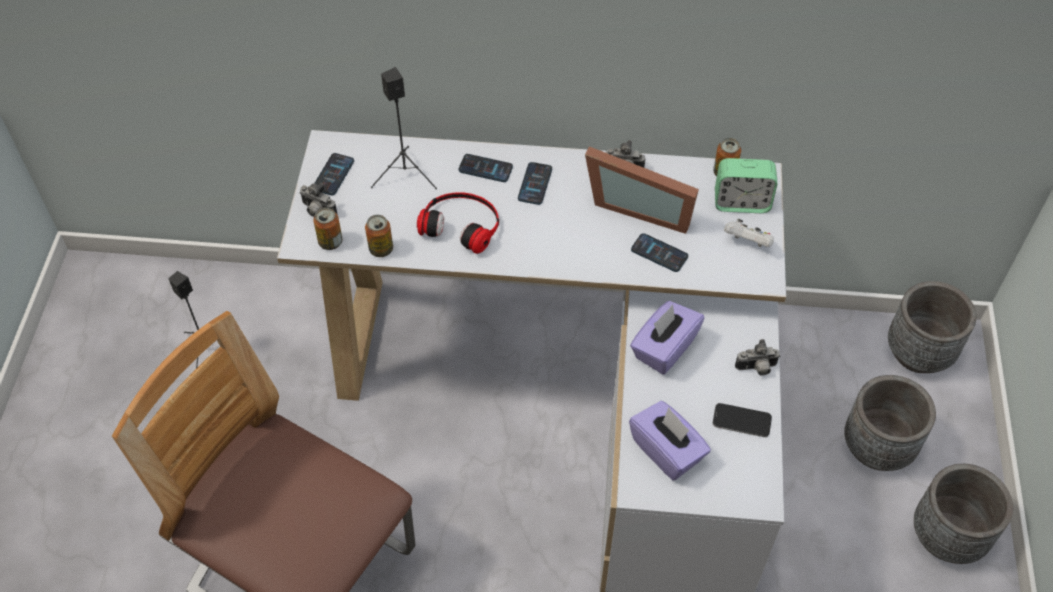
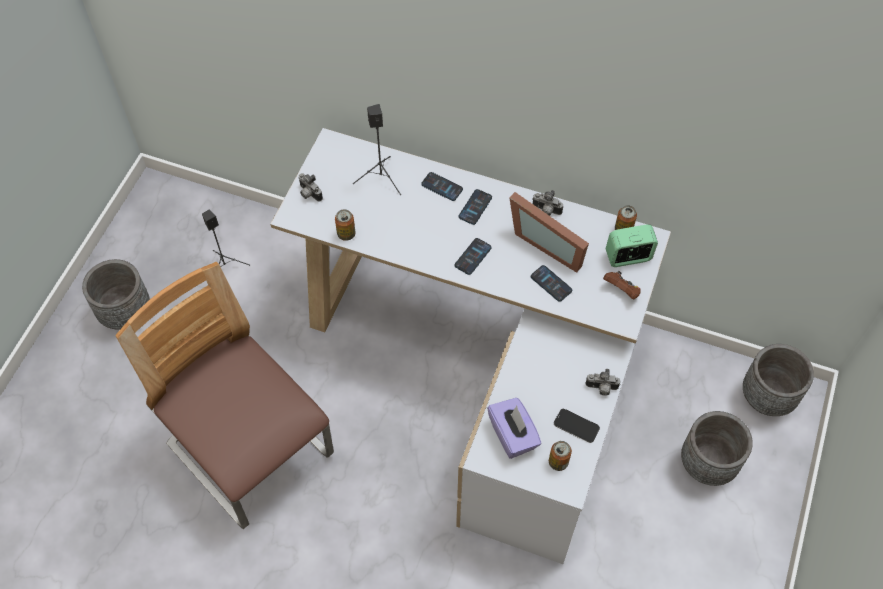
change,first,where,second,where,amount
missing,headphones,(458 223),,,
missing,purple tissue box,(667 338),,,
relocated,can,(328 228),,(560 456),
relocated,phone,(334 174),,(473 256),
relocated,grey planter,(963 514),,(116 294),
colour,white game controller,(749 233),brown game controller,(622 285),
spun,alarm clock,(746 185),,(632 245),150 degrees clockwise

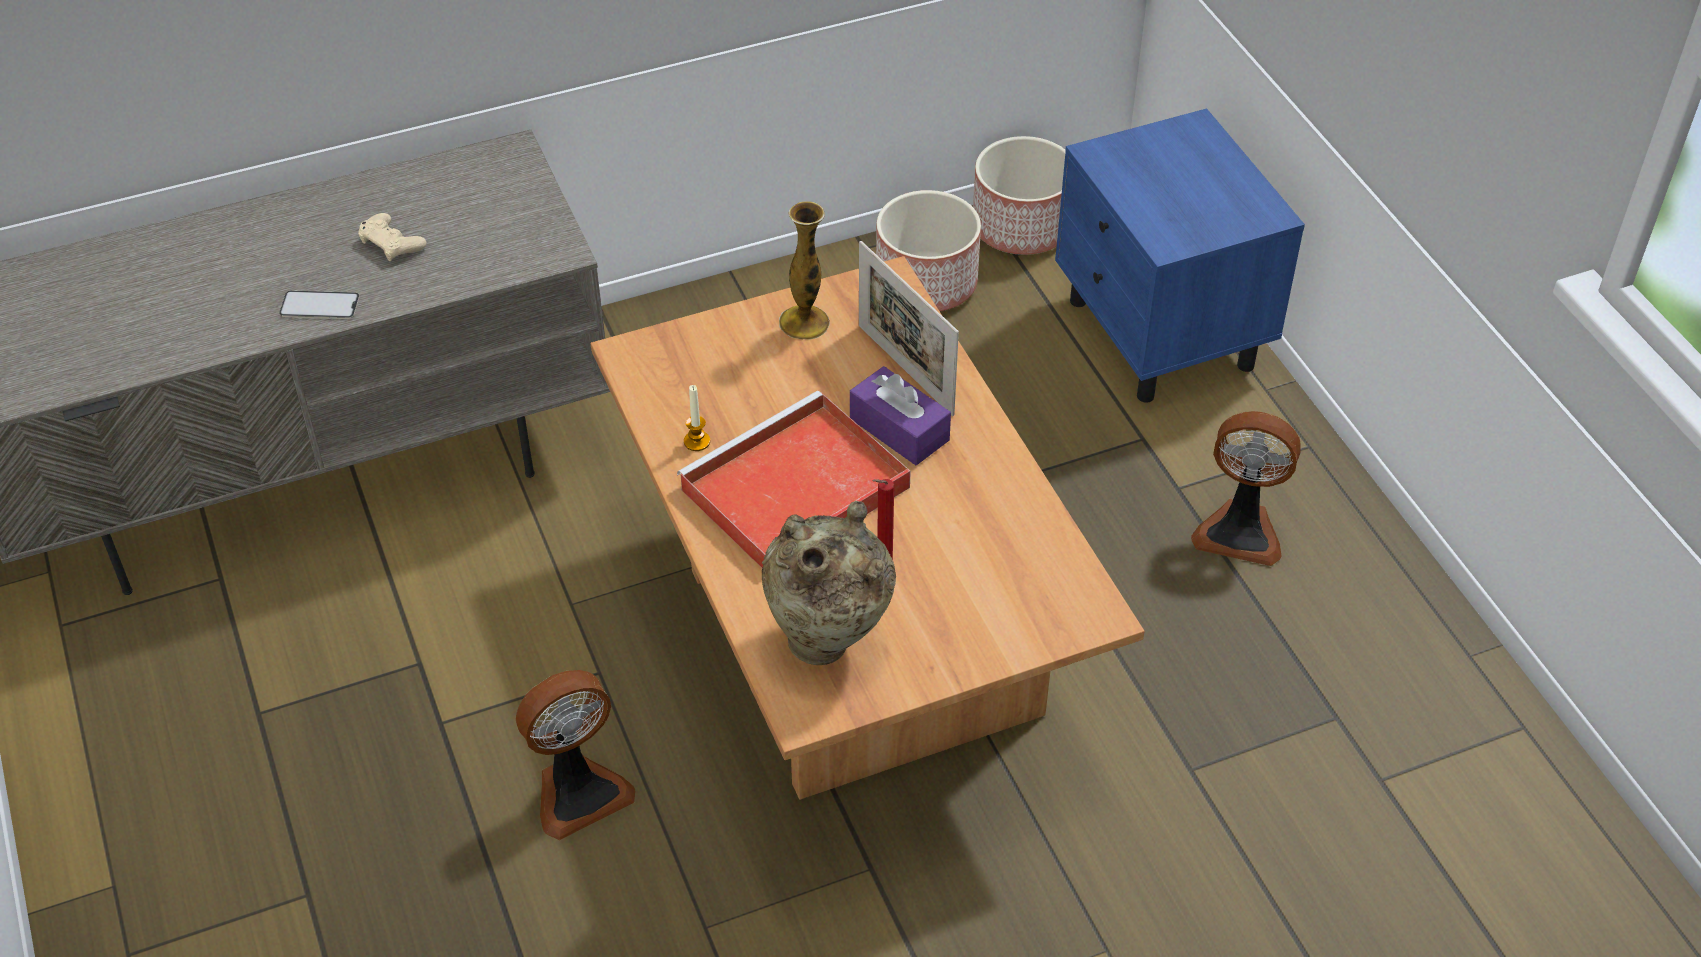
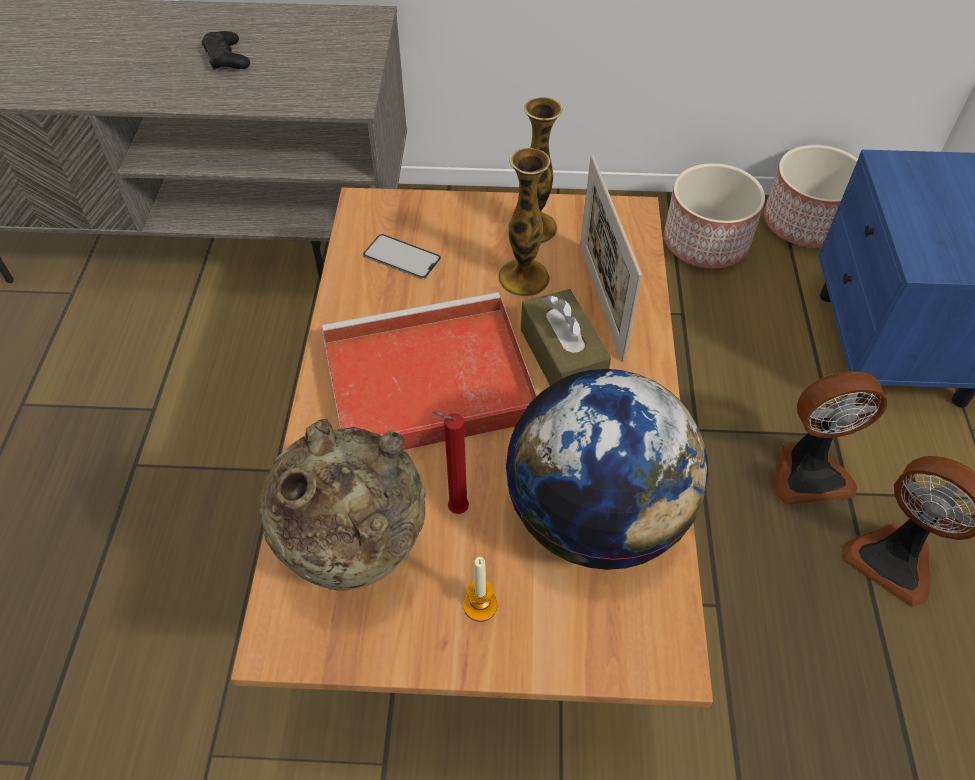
change,first,where,second,where,amount
appeared,,,vase,(524 222),
appeared,,,globe,(606 469),
relocated,phone,(319 305),,(402 256),
relocated,fan,(576 755),,(830 438),
relocated,candle,(697 418),,(480 589),
colour,beige game controller,(392 237),black game controller,(225 50),
colour,purple tissue box,(900 415),brown tissue box,(566 337),

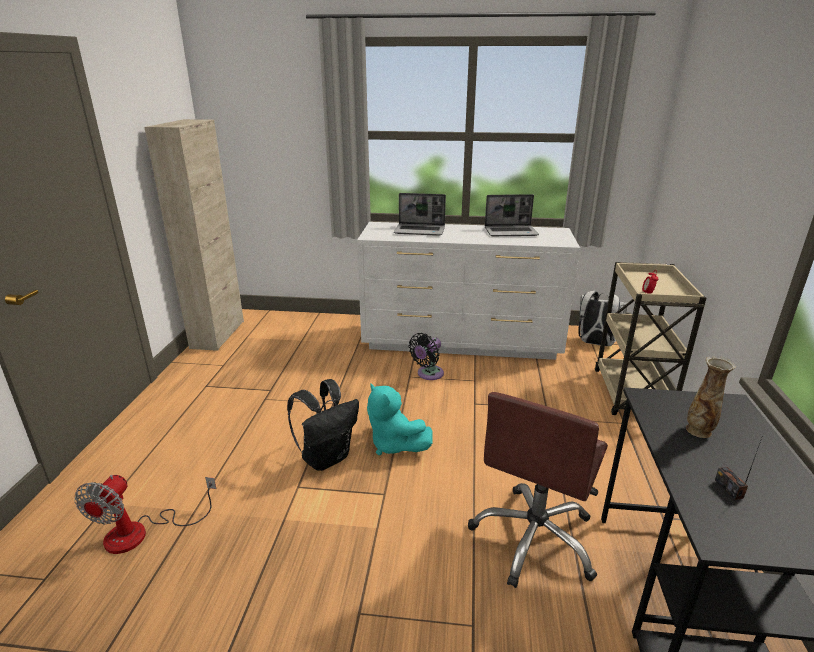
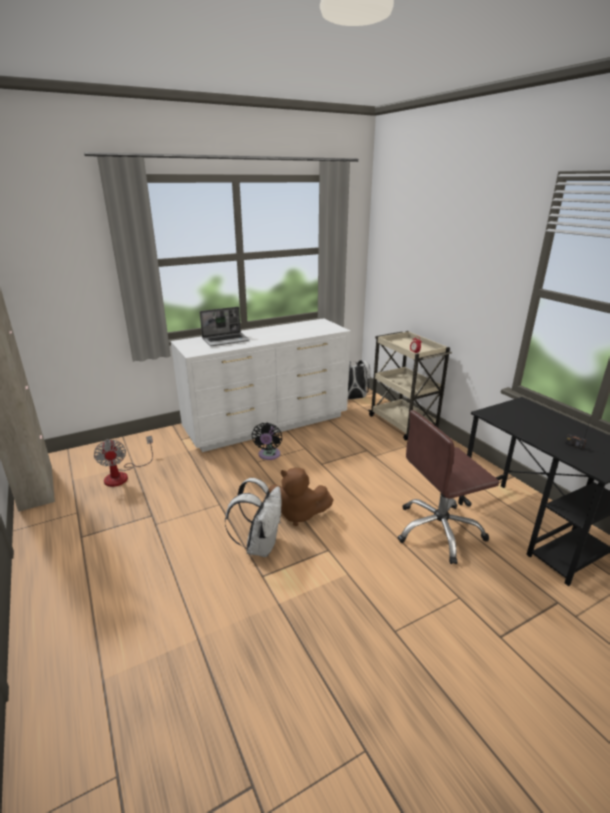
change,first,where,second,where,amount
missing,laptop,(512 215),,,
missing,vase,(711 397),,,
relocated,fan,(145 514),,(123 461),
colour,black backpack,(323 425),white backpack,(253 517),
colour,turquoise plush toy,(399 419),brown plush toy,(301 497),
spun,brown office chair,(538 490),,(448 487),75 degrees clockwise

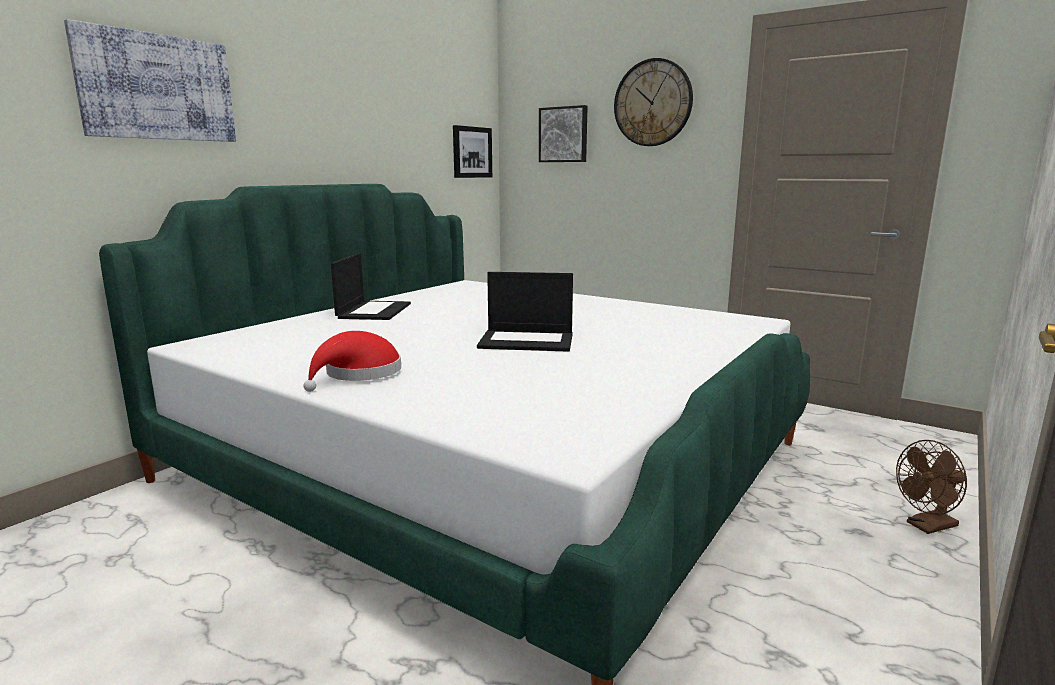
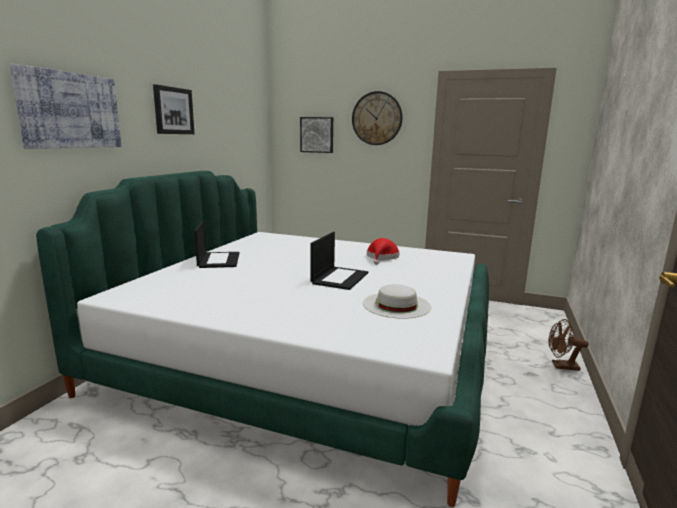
change,first,where,second,where,amount
appeared,,,white hat,(397 301),
relocated,red hat,(352 361),,(383 251),
relocated,picture,(472 151),,(174 109),
spun,laptop,(525 312),,(339 261),60 degrees counterclockwise
spun,brown fan,(931 487),,(568 345),45 degrees clockwise

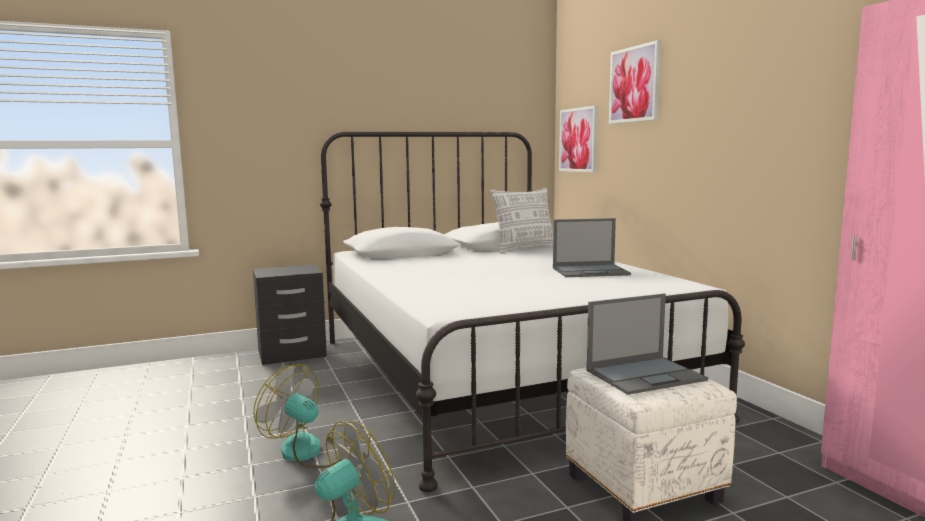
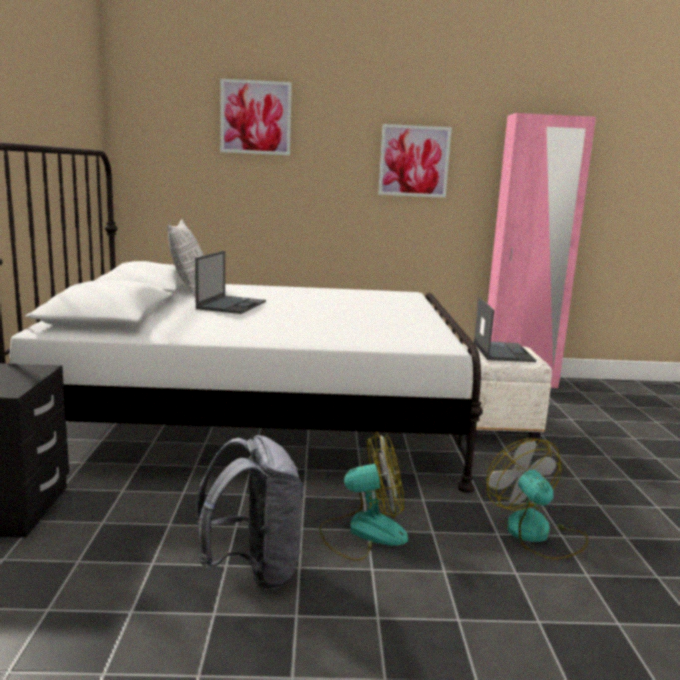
change,first,where,second,where,amount
appeared,,,grey backpack,(249 512),
relocated,laptop,(592 247),,(230 282),
relocated,picture,(578 139),,(415 161),
spun,fan,(303 416),,(363 496),150 degrees counterclockwise

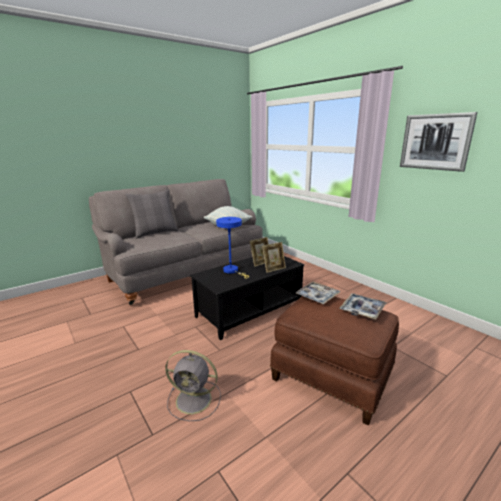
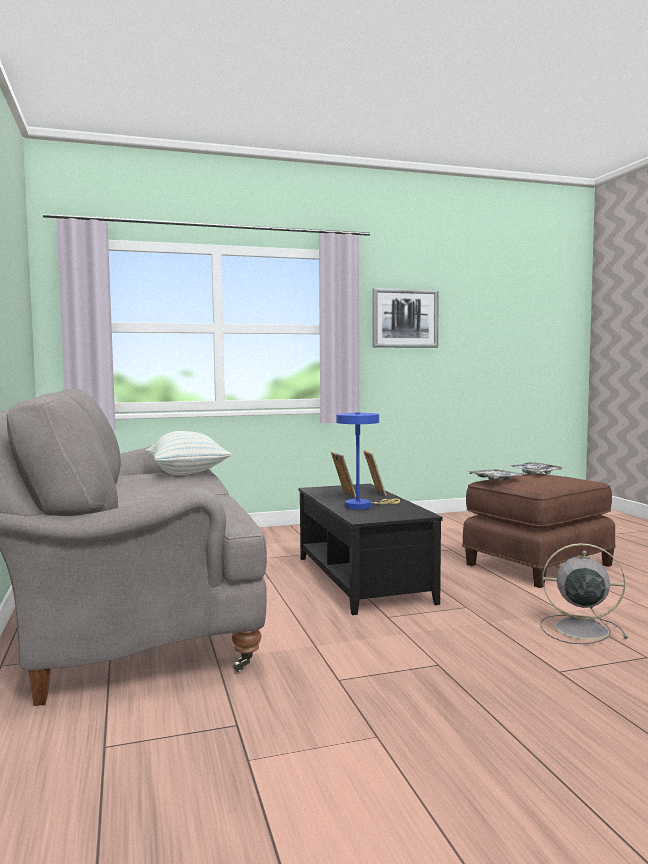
change,first,where,second,where,amount
missing,grey pillow,(151 214),,,
spun,grey fan,(193 385),,(584 593),105 degrees counterclockwise

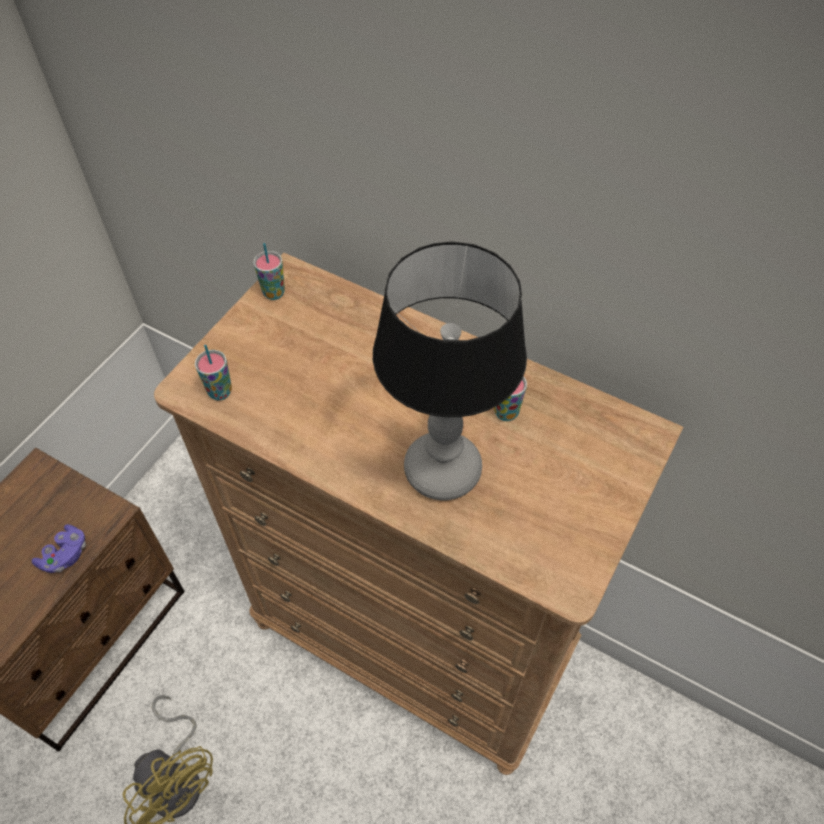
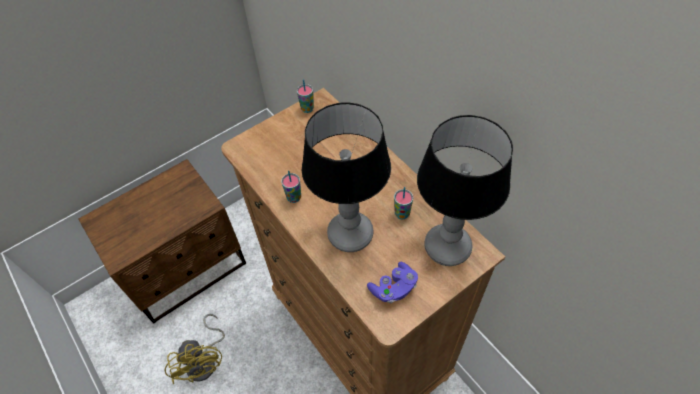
change,first,where,second,where,amount
appeared,,,table lamp,(465 190),
relocated,purple game controller,(59 548),,(392 283),
relocated,cup,(213 372),,(291 187),

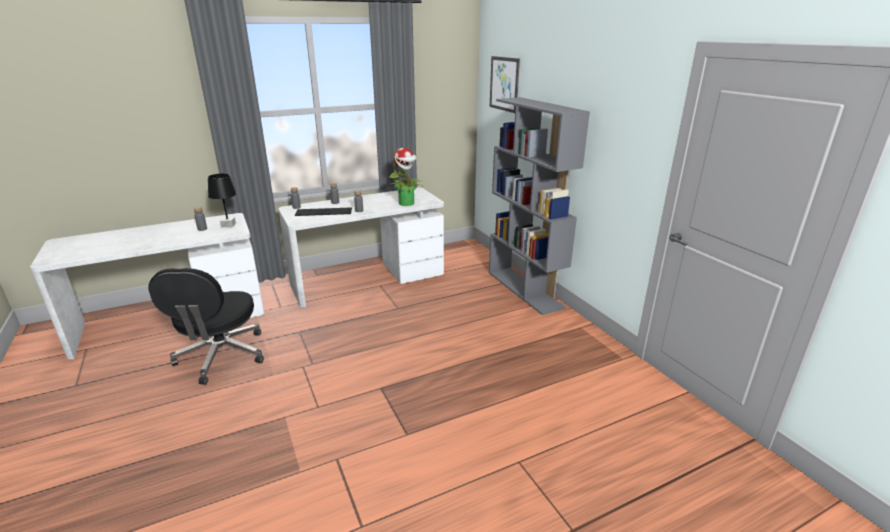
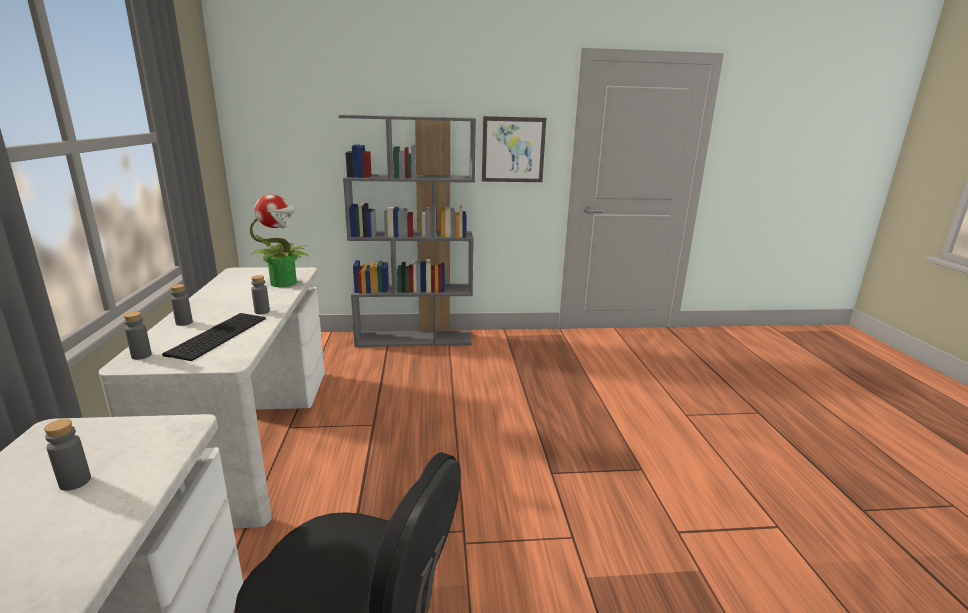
change,first,where,second,where,amount
missing,black table lamp,(222 200),,,
relocated,picture,(505 84),,(514 149),

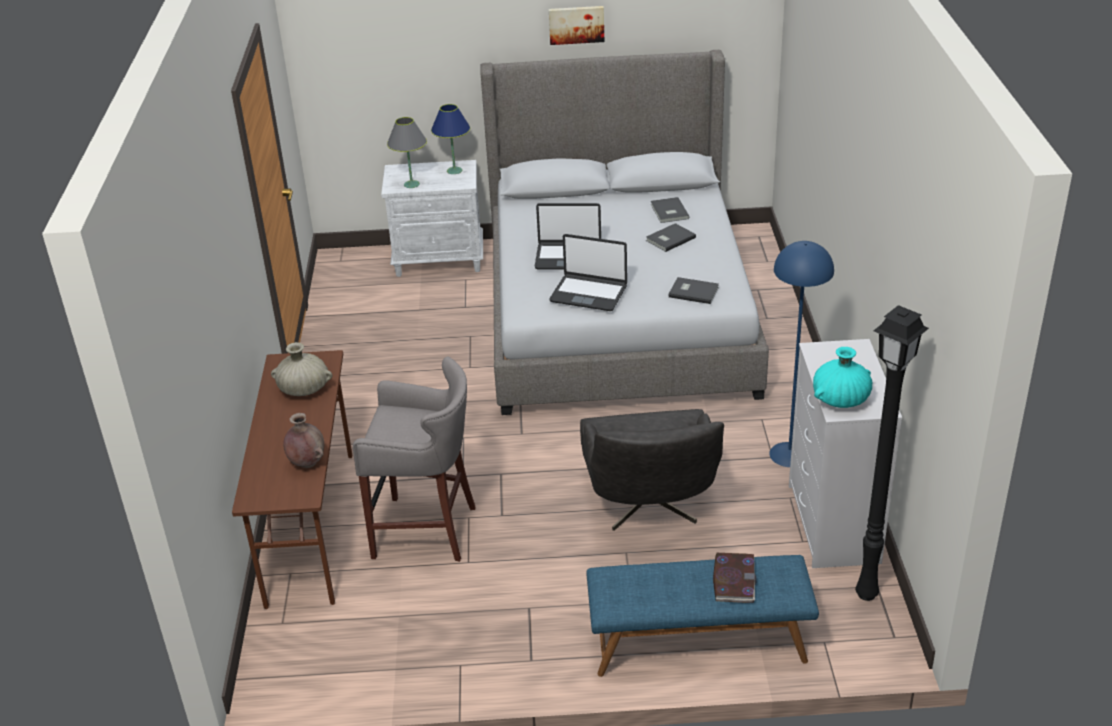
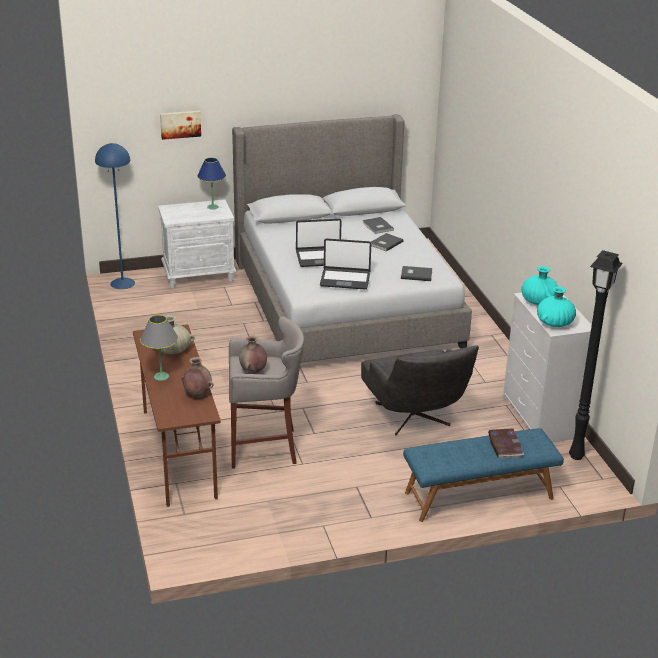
change,first,where,second,where,amount
appeared,,,brown vase,(253 354),
appeared,,,turquoise vase,(539 285),
relocated,grey table lamp,(407 152),,(159 348),
relocated,picture,(576 25),,(180 125),
relocated,blue floor lamp,(801 354),,(115 216),

